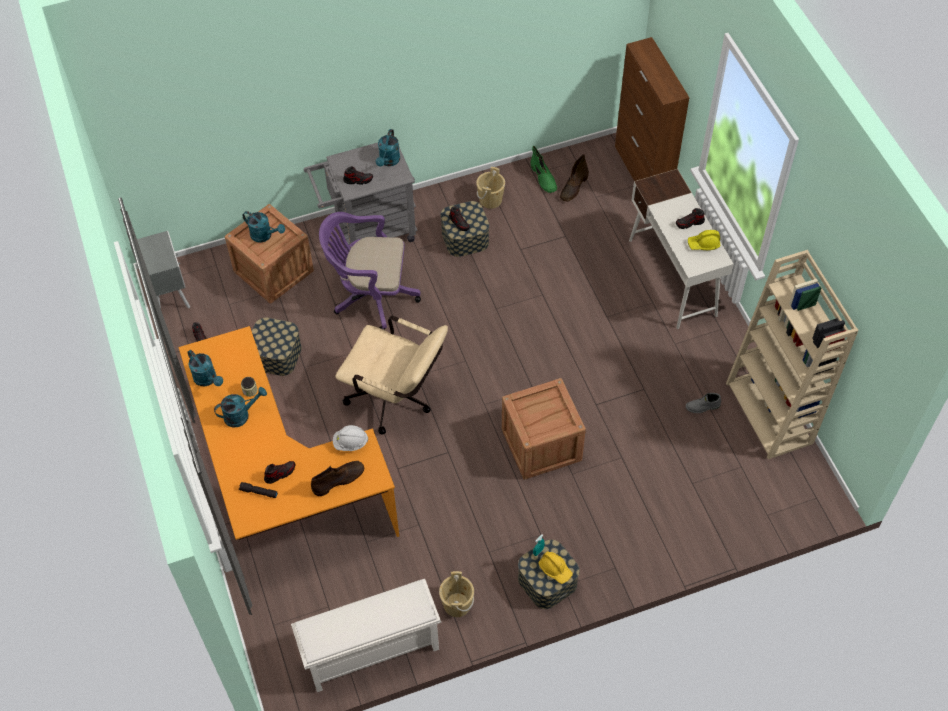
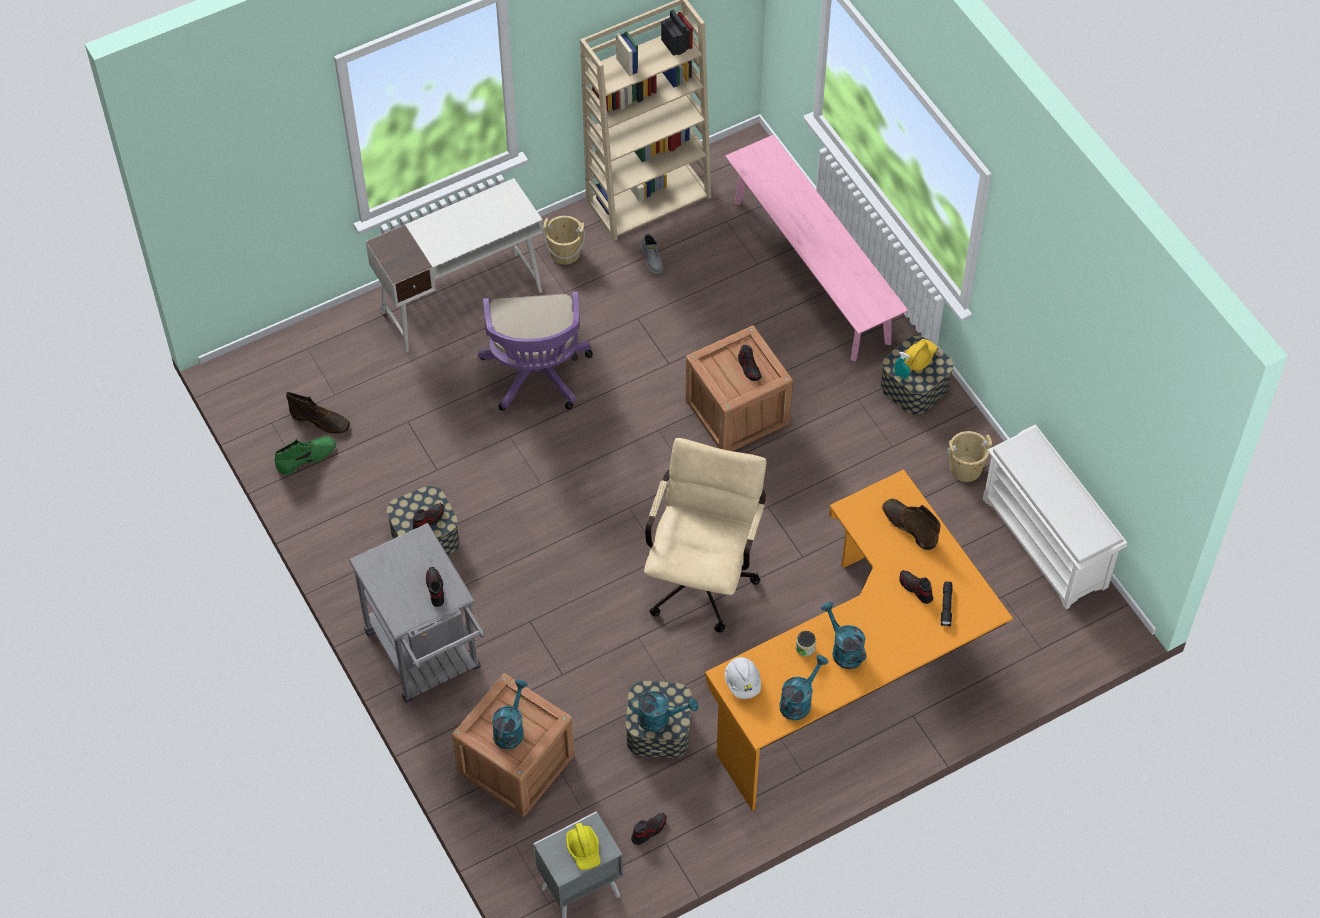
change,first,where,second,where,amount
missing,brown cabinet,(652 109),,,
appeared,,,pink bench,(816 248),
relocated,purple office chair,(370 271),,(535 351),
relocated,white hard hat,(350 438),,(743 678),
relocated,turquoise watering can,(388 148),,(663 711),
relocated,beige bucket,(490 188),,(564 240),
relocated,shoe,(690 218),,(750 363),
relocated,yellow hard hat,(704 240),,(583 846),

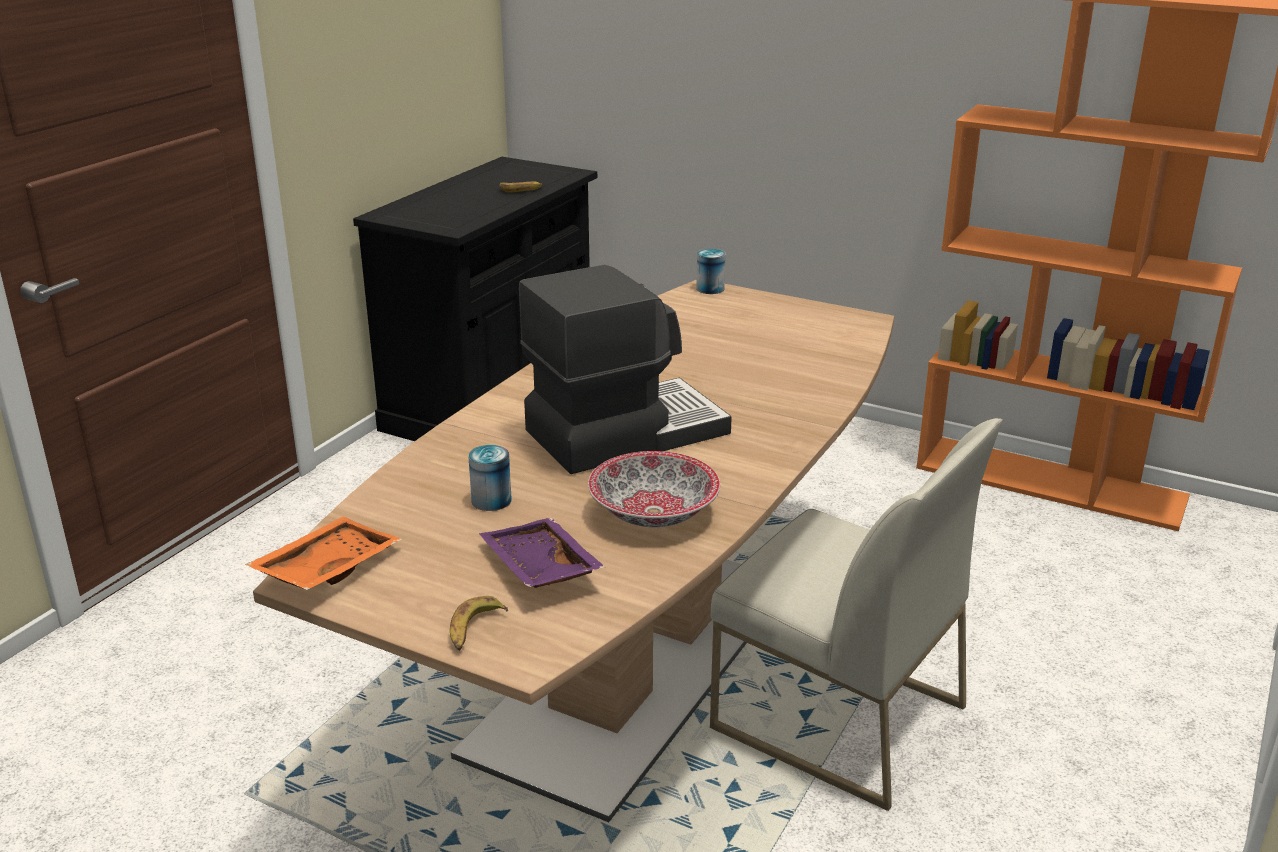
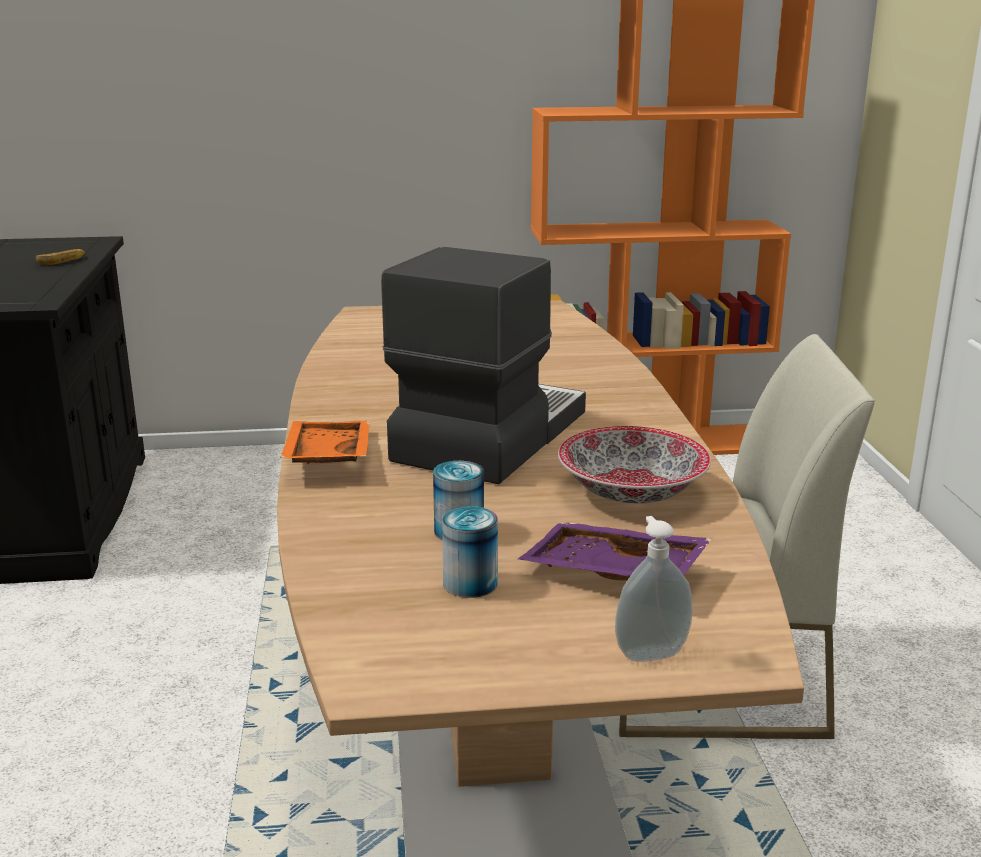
change,first,where,second,where,amount
relocated,orange tray,(323 553),,(325 442),
relocated,can,(711 271),,(470 552),
exchanged,banana,(479 623),soap dispenser,(654 589),

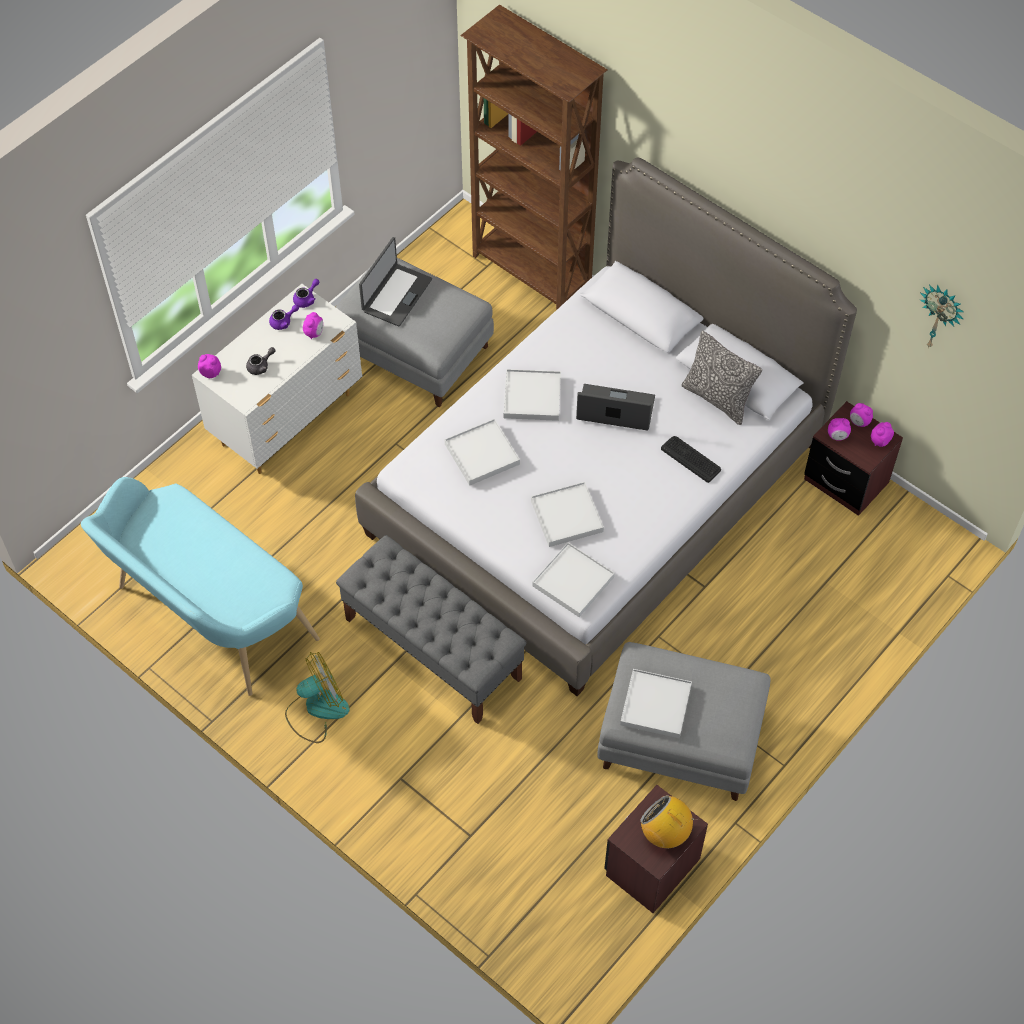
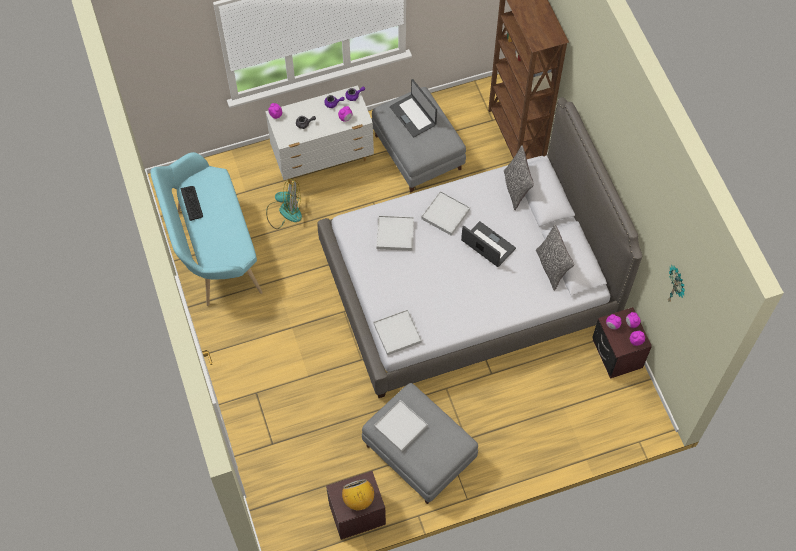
change,first,where,second,where,amount
missing,grey bench,(431 629),,,
missing,white tray,(567 514),,,
appeared,,,pillow,(519 178),
relocated,fan,(317 697),,(284 204),
relocated,keyboard,(691 459),,(192 203),
spun,laptop,(395 281),,(413 108),90 degrees clockwise

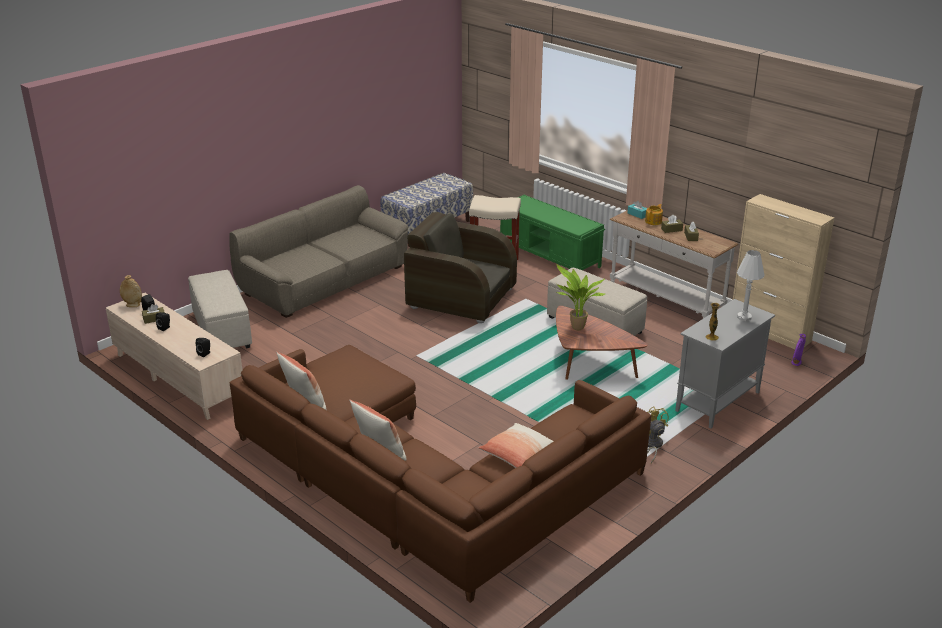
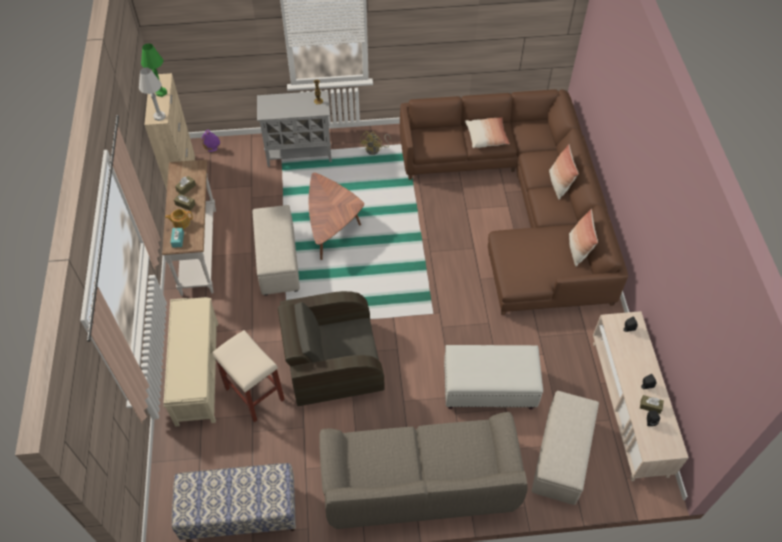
change,first,where,second,where,amount
missing,beige vase,(131 291),,,
missing,potted plant,(580 297),,,
appeared,,,green table lamp,(154 70),
appeared,,,white ottoman,(493 377),
relocated,white table lamp,(751 285),,(152 94),
colour,green bench,(552 232),beige bench,(191 362),
spun,brown armchair,(460 267),,(331 348),105 degrees clockwise

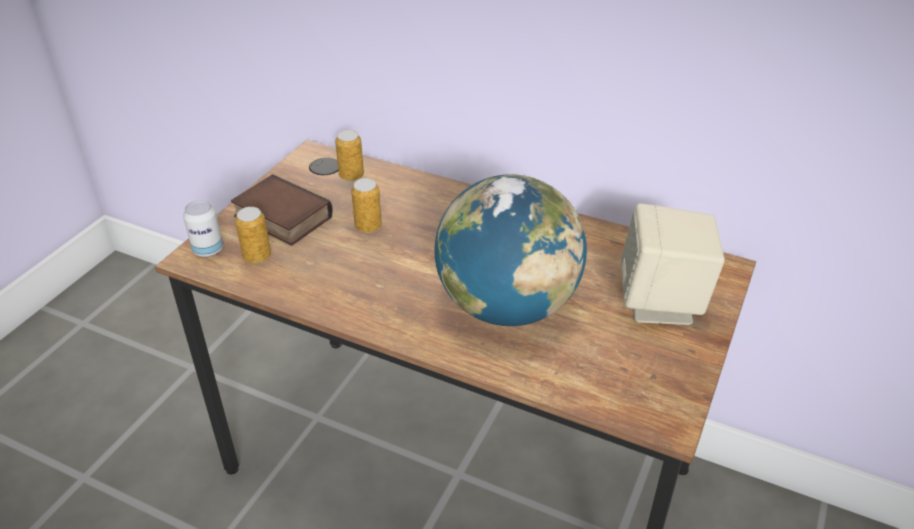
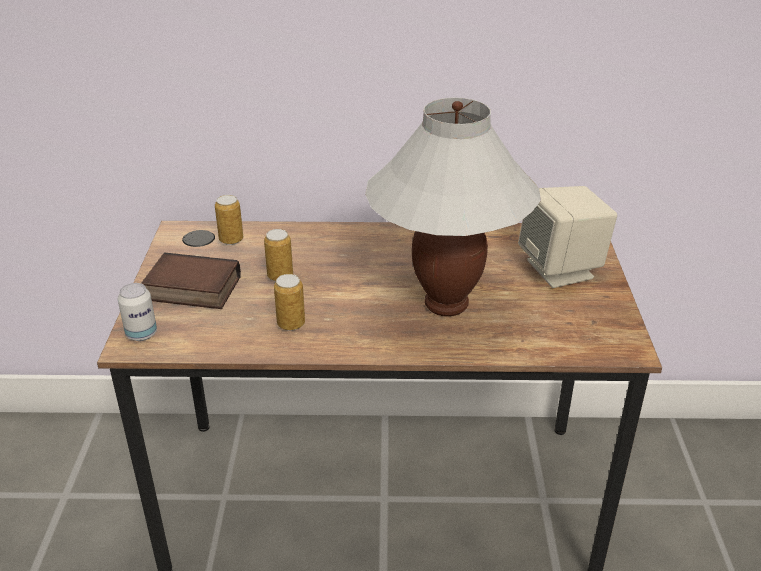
change,first,where,second,where,amount
relocated,can,(253 235),,(289 302),
exchanged,globe,(510 250),white table lamp,(453 207),

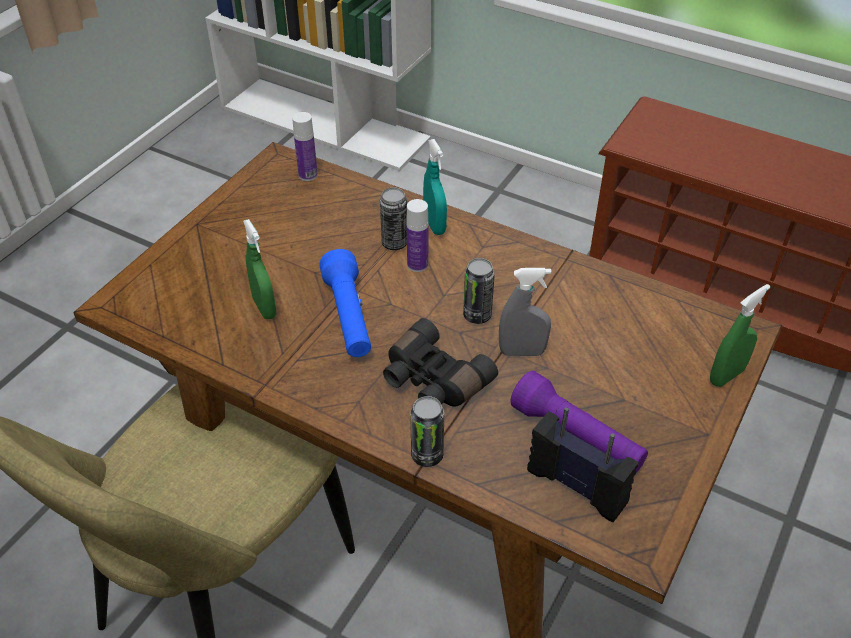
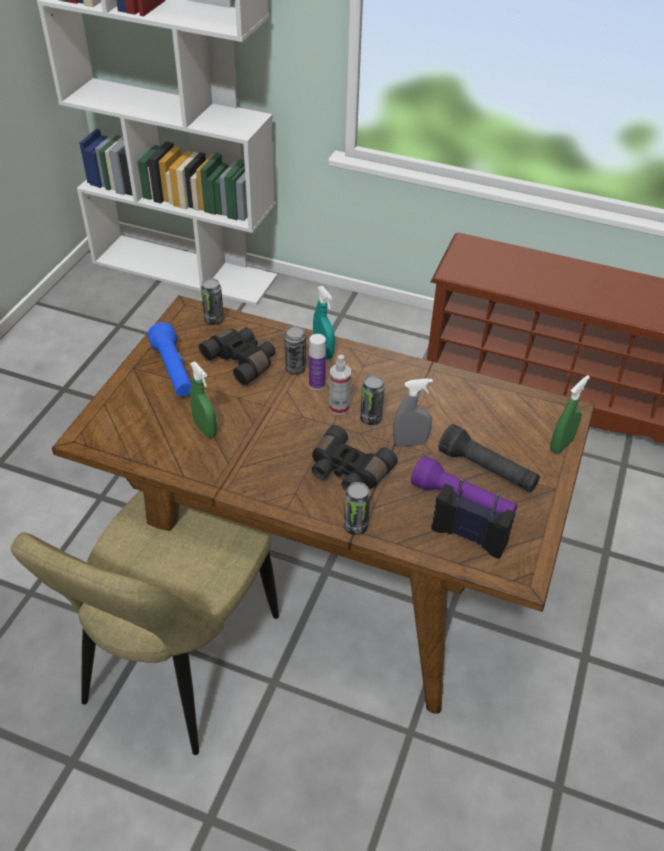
change,first,where,second,where,amount
appeared,,,black binoculars,(237 356),
appeared,,,spray bottle,(340 385),
appeared,,,black flashlight,(489 458),
relocated,blue flashlight,(345 303),,(169 359),
exchanged,bottle,(305 146),can,(212 301),

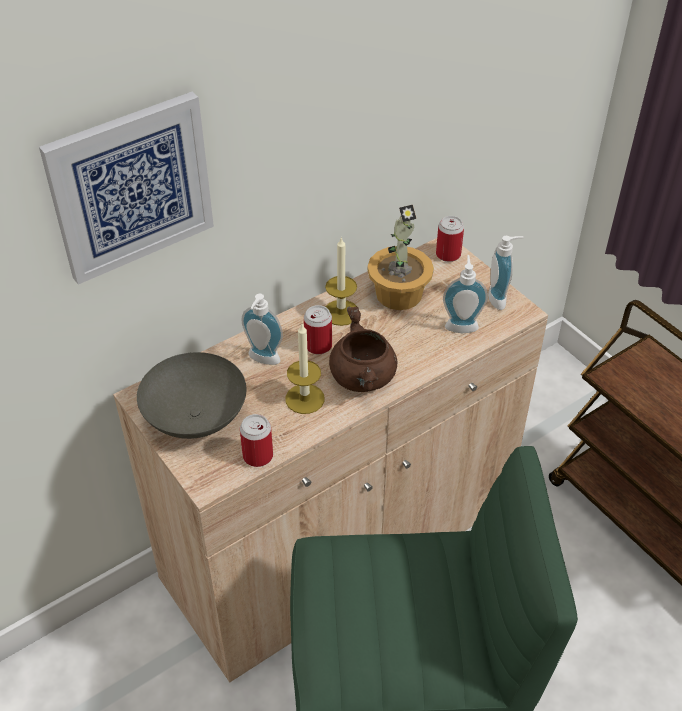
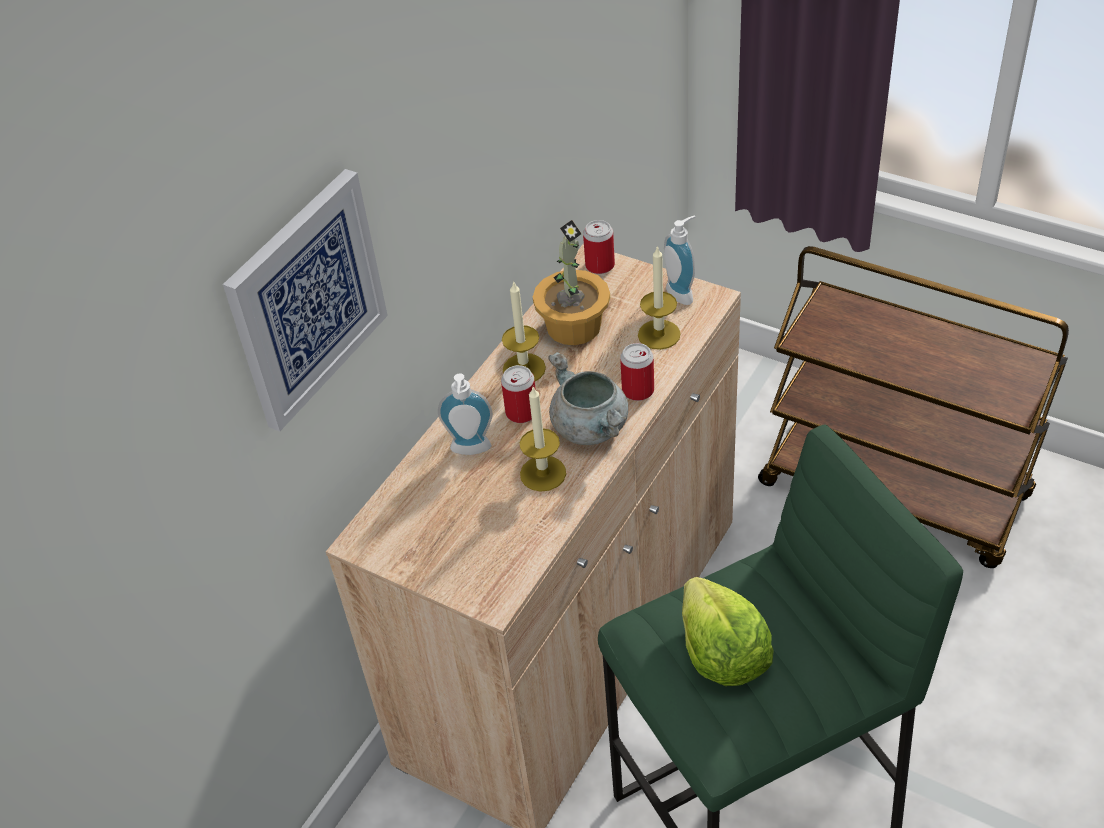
change,first,where,second,where,amount
missing,grey bowl,(192 395),,,
appeared,,,lettuce,(728 631),
relocated,can,(256 440),,(637 372),
exchanged,soap dispenser,(465 294),candle,(659 298),
colour,brown cooking pot,(363 349),grey cooking pot,(588 398),

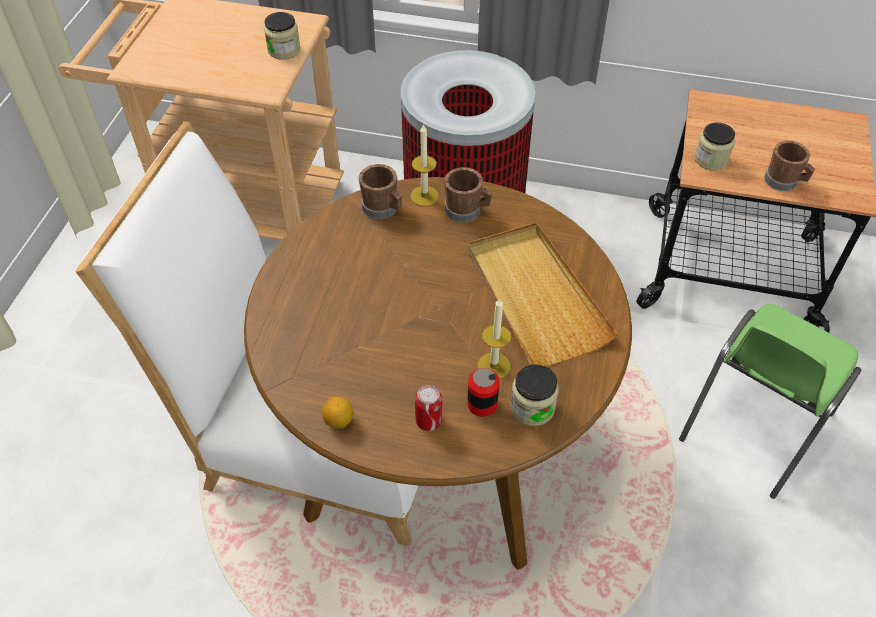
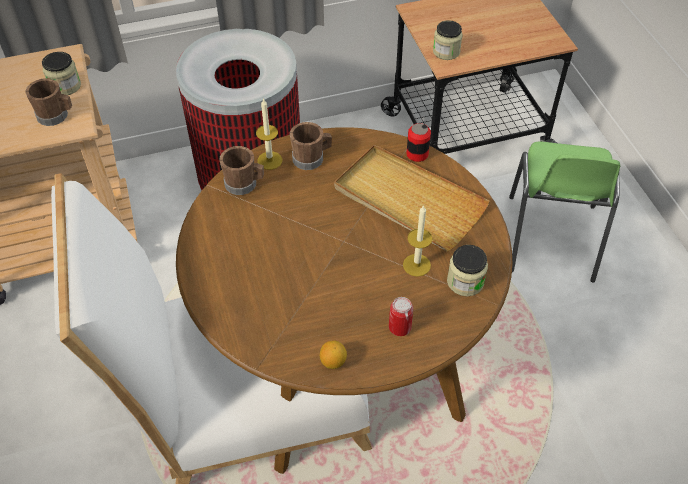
change,first,where,second,where,amount
relocated,can,(483 392),,(419 142),
relocated,brown mug,(789 166),,(48 102),

